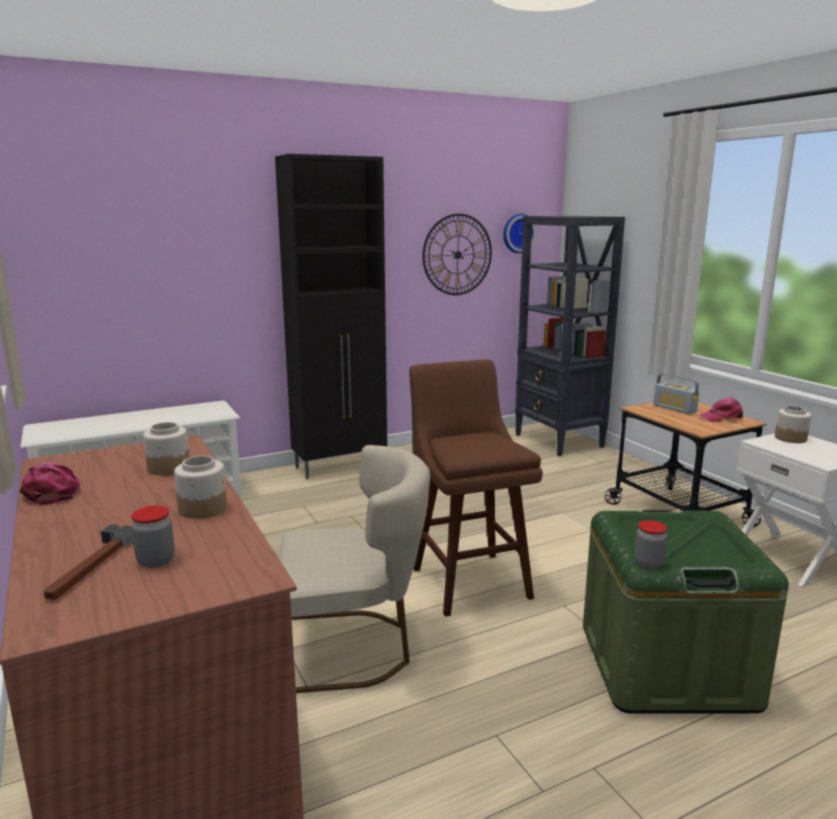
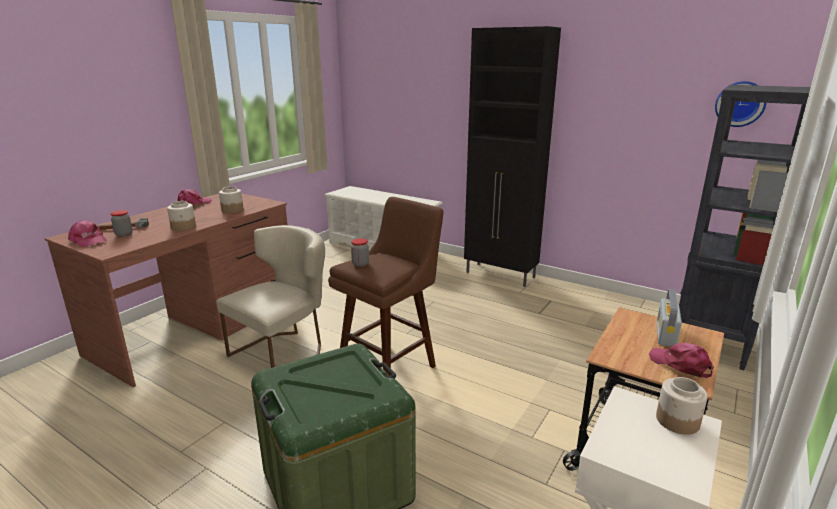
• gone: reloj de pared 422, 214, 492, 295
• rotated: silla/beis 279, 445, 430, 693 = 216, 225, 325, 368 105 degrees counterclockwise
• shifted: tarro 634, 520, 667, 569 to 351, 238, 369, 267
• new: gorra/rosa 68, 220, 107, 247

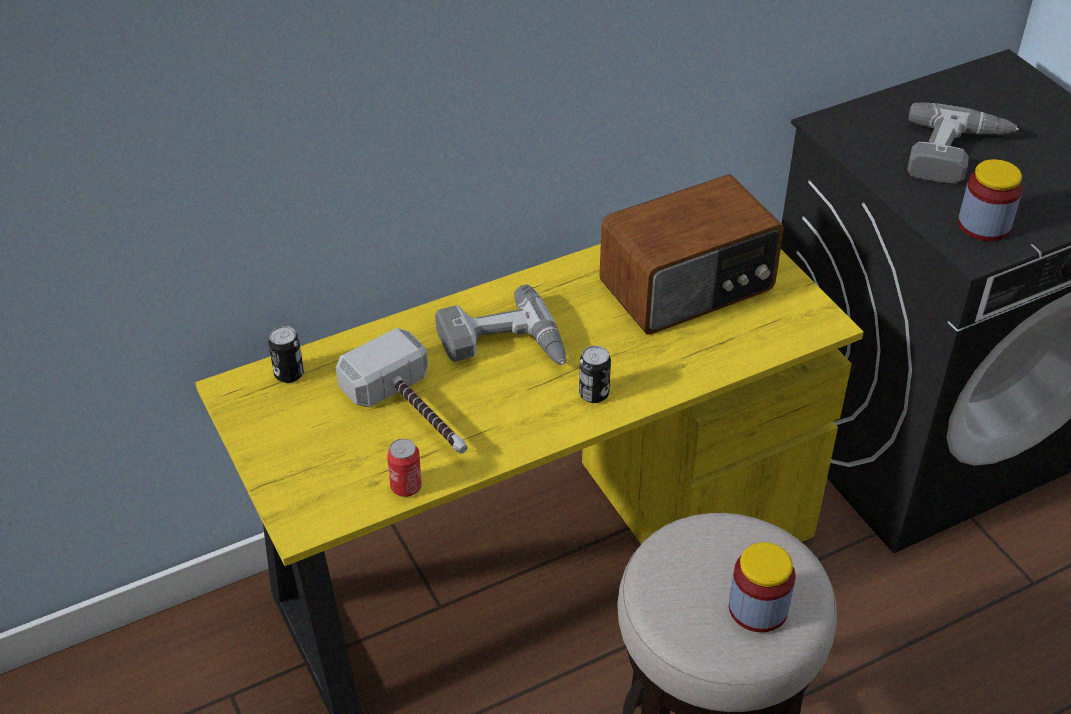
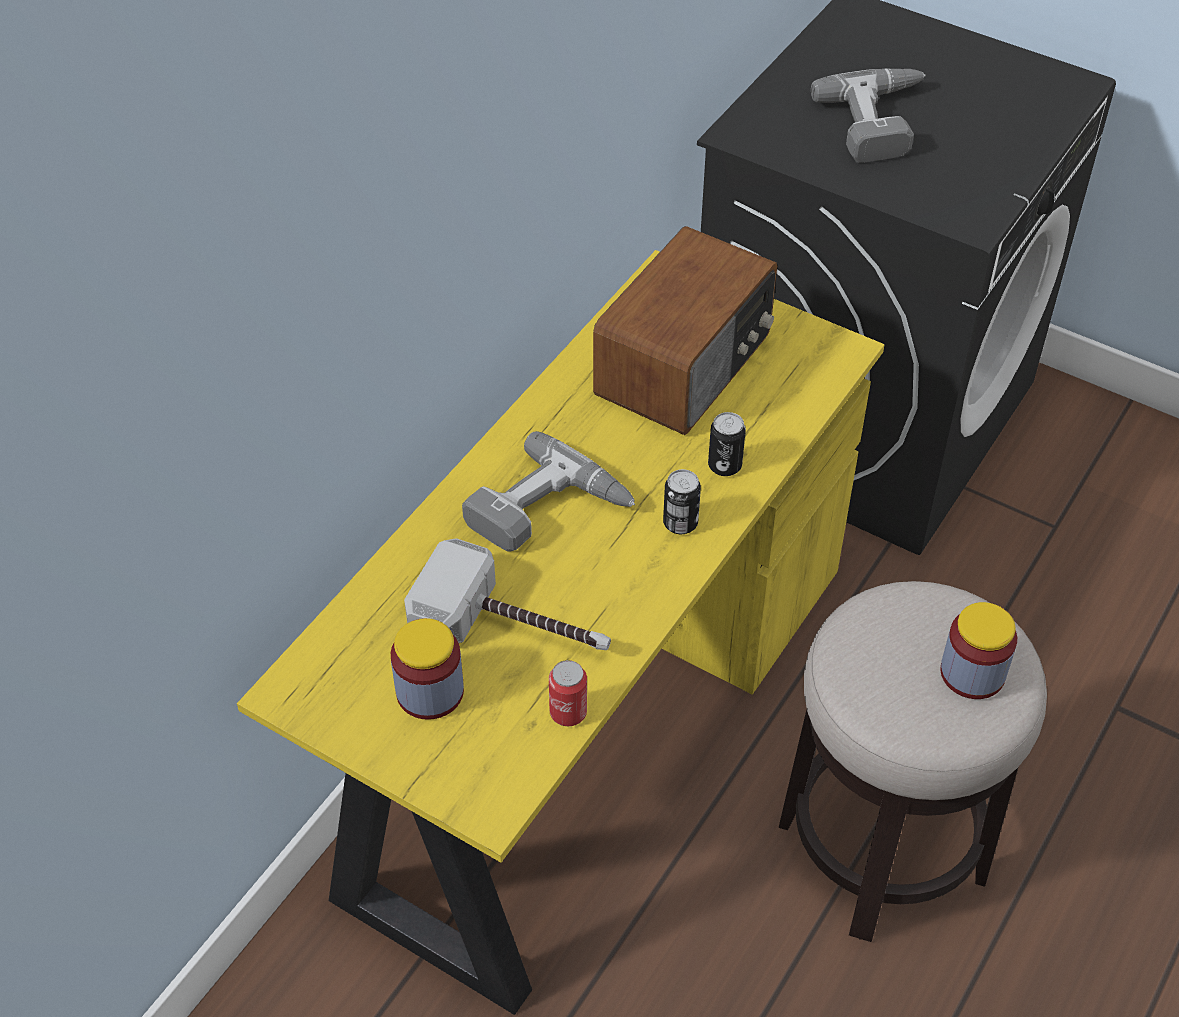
• shifted: tarro 958, 159, 1023, 241 to 391, 618, 464, 720
• shifted: lata 268, 326, 304, 383 to 708, 412, 746, 476

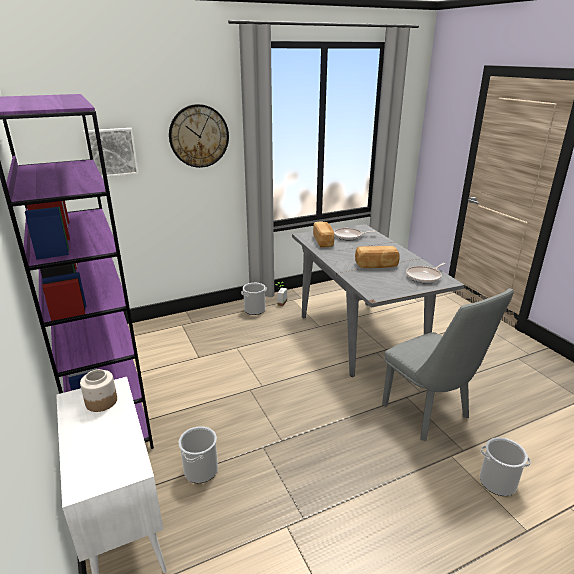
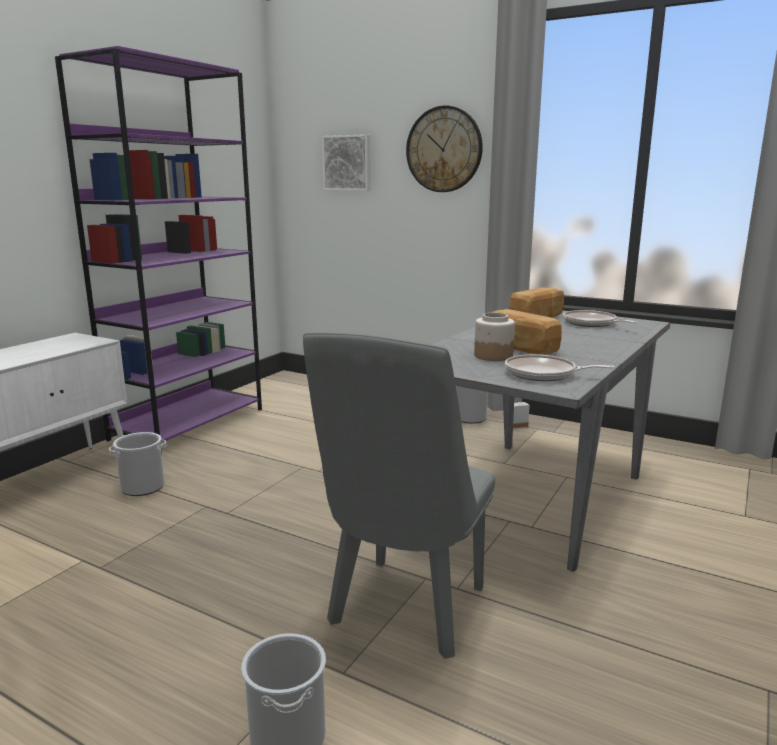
• shifted: tarro 80, 369, 117, 412 to 474, 313, 515, 361

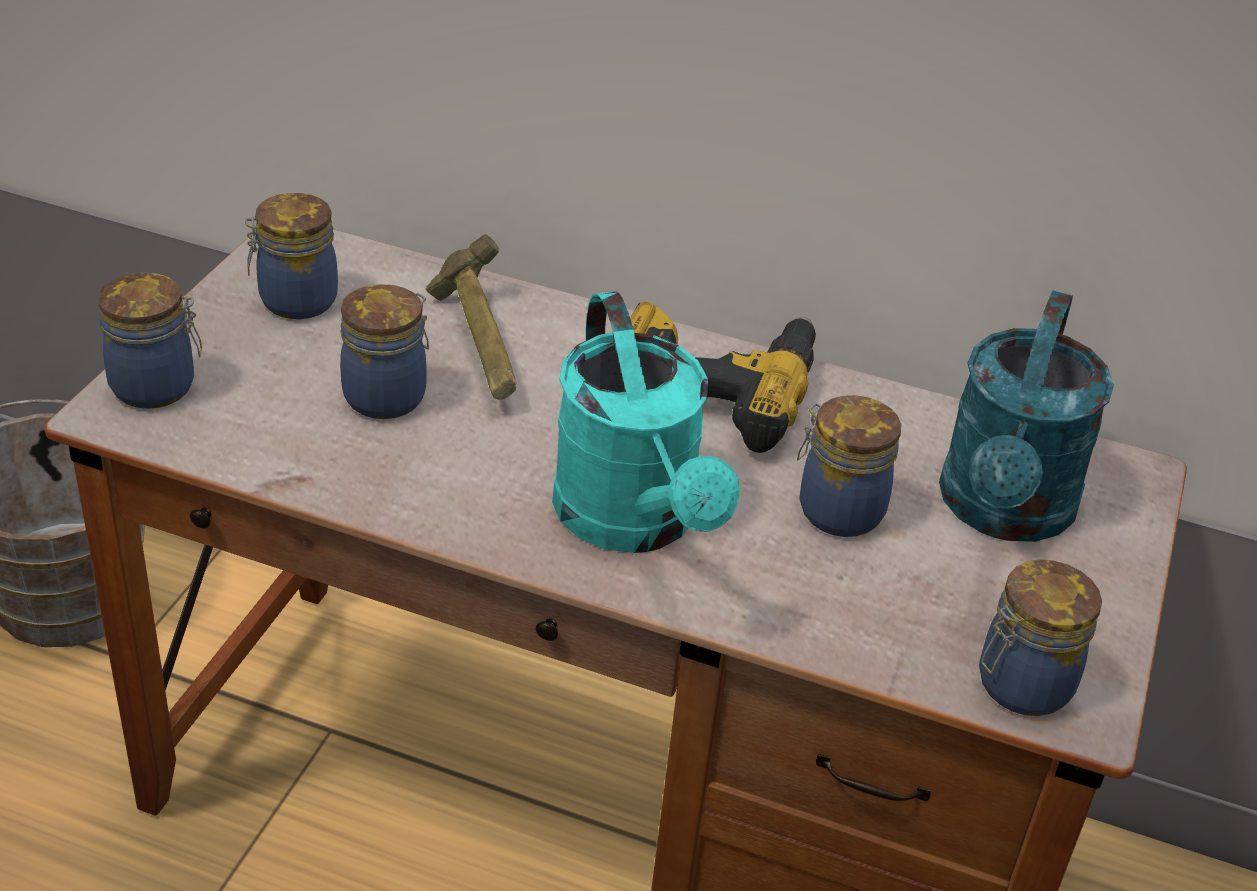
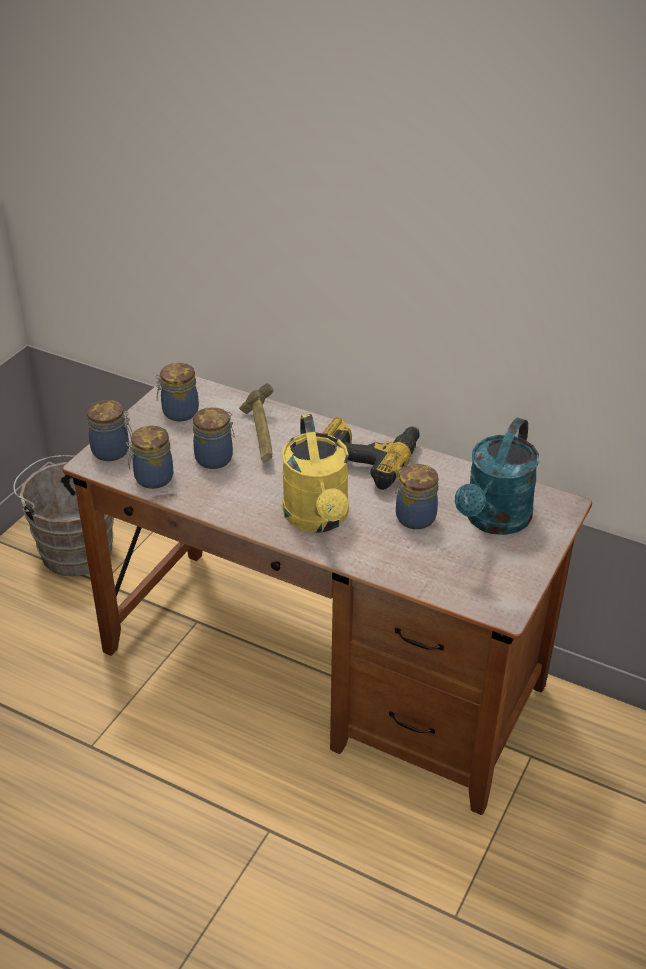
• repainted: regadera/turquesa 552, 291, 740, 553 to regadera/amarillo 282, 414, 349, 533
• shifted: tarro 979, 560, 1102, 716 to 126, 426, 174, 489

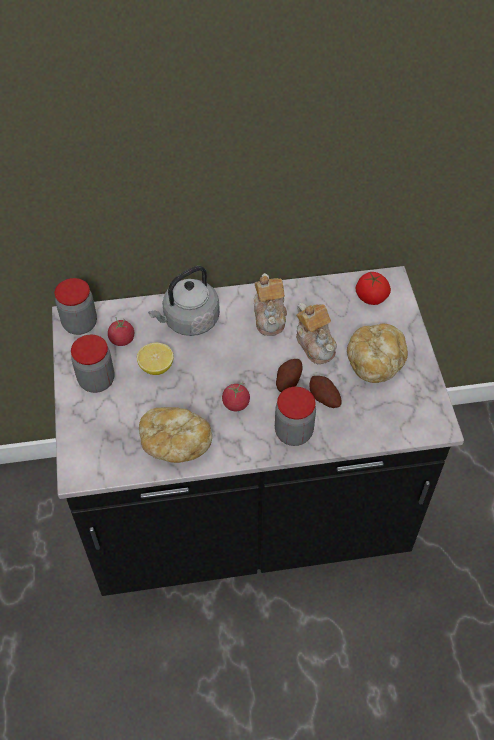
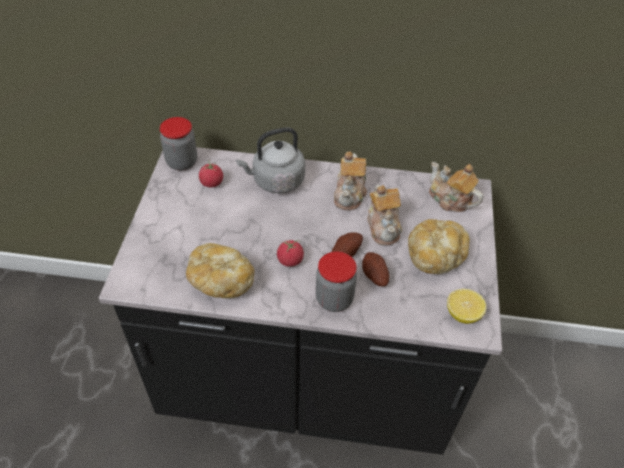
• swapped: tomate 356, 272, 391, 305 to tetera 429, 162, 483, 212
• gone: tarro 71, 335, 114, 393
• shifted: limón 137, 343, 173, 375 to 447, 289, 486, 324

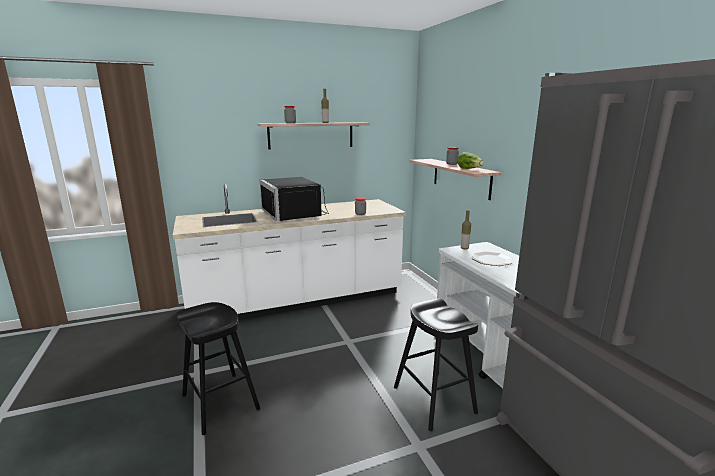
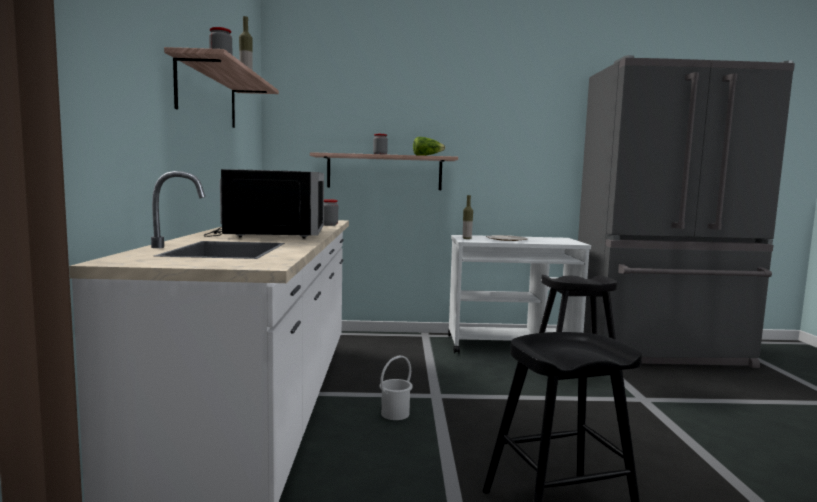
• rotated: microondas/negro 260, 177, 329, 221 = 204, 169, 324, 239 90 degrees counterclockwise
• new: cubo/blanco 380, 355, 413, 420

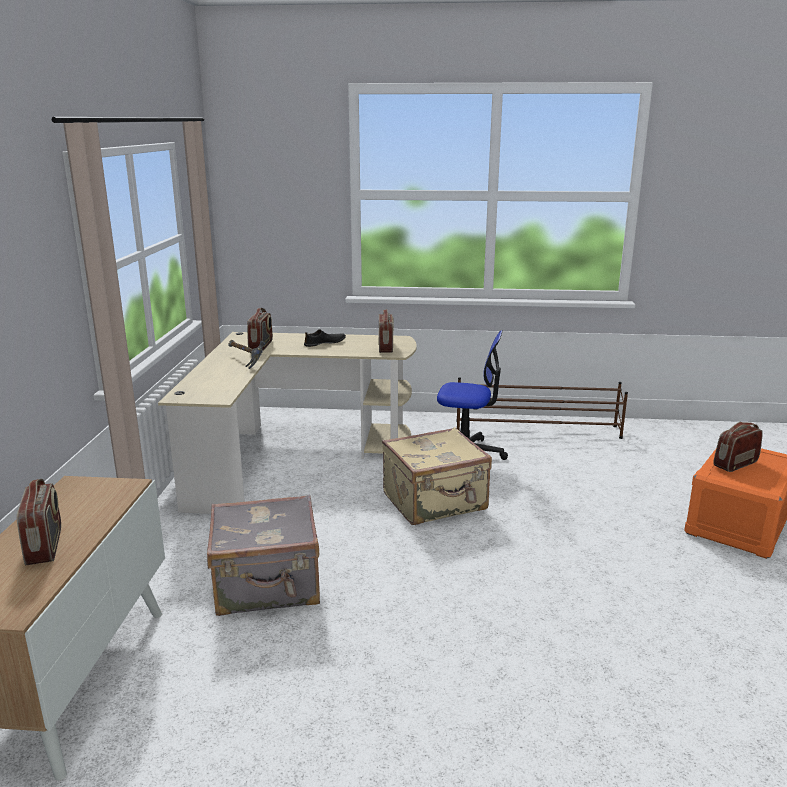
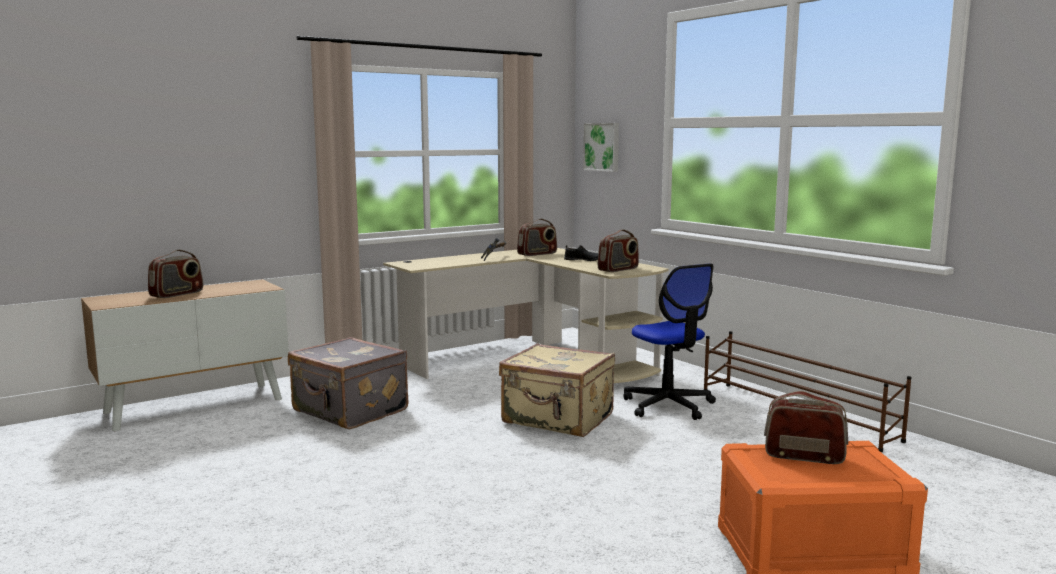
• new: cuadro 583, 123, 619, 172

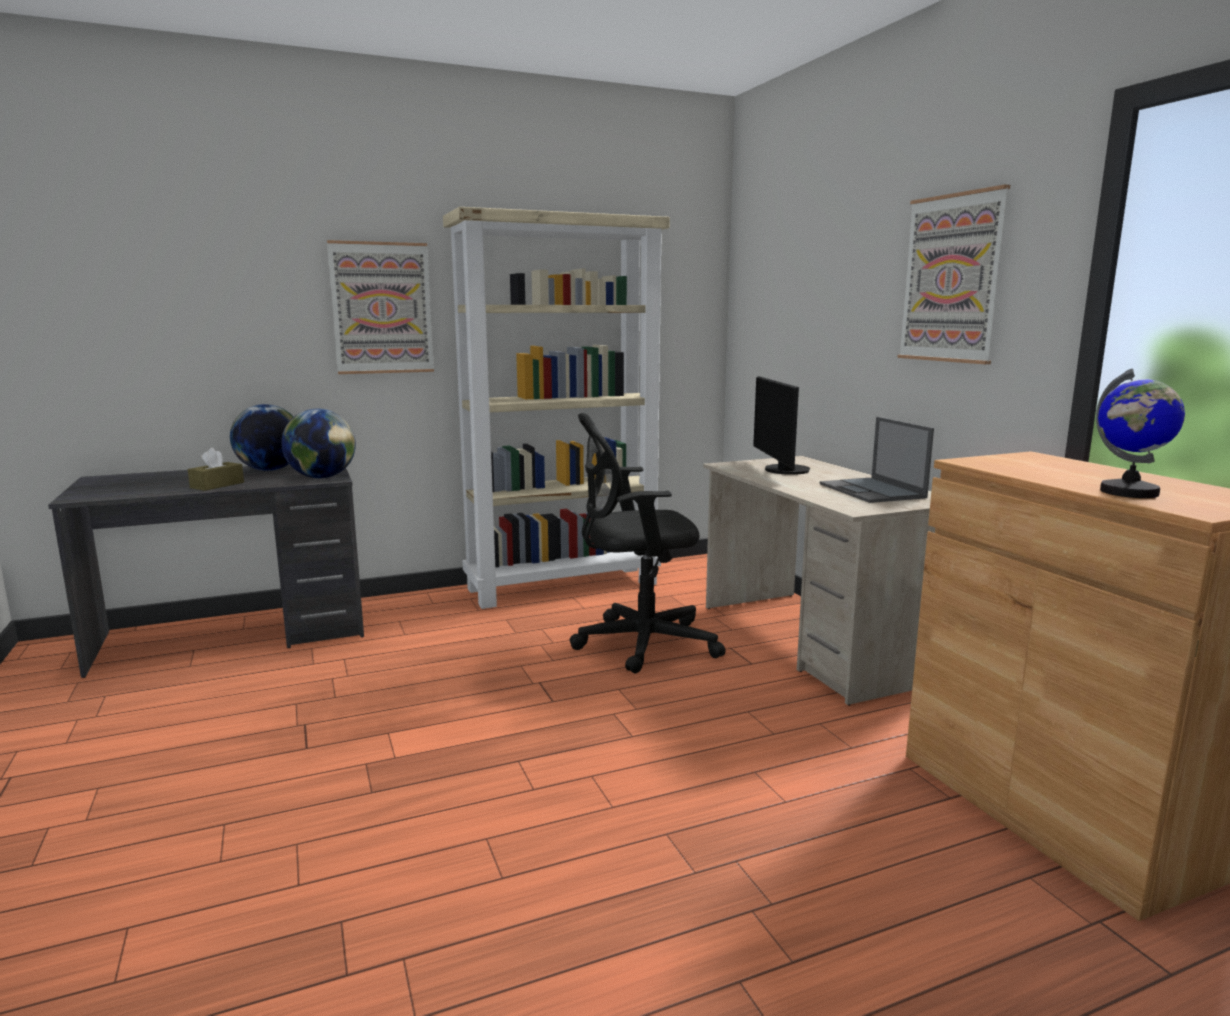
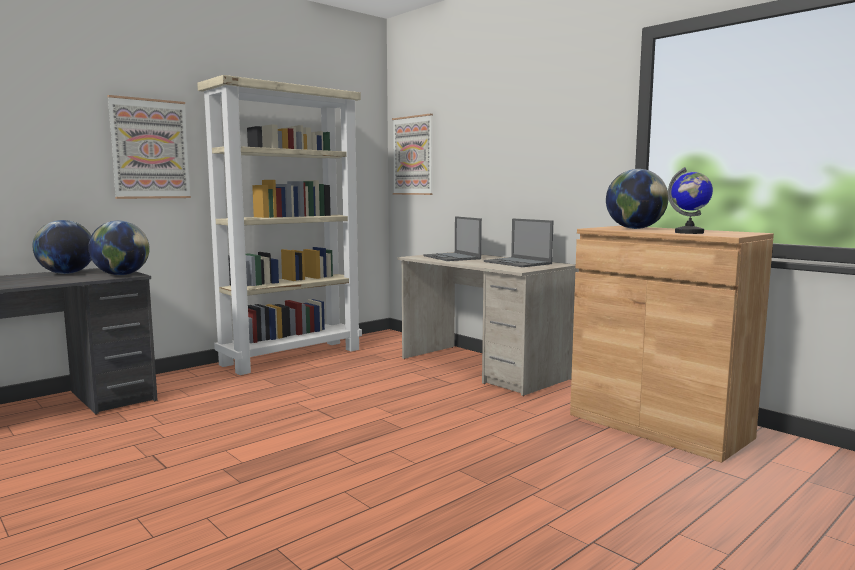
• shifted: cuadro 897, 184, 1010, 364 to 392, 114, 433, 195
• swapped: monitor 753, 376, 810, 475 to portátil 423, 216, 482, 261
• gone: silla de oficina/negro 569, 413, 725, 674
• gone: caja de pañuelos/marrón 188, 448, 244, 491
• new: globo terráqueo 606, 169, 669, 229

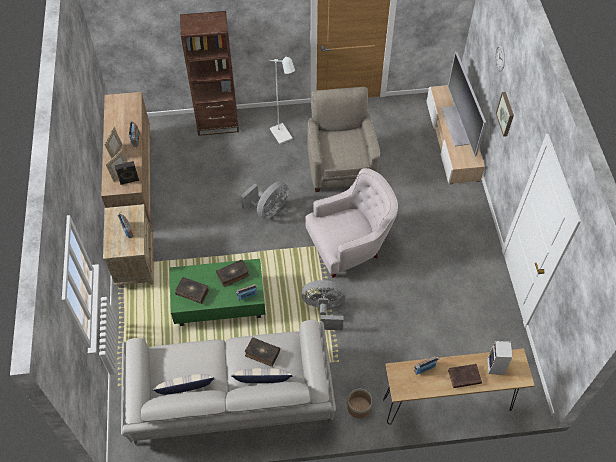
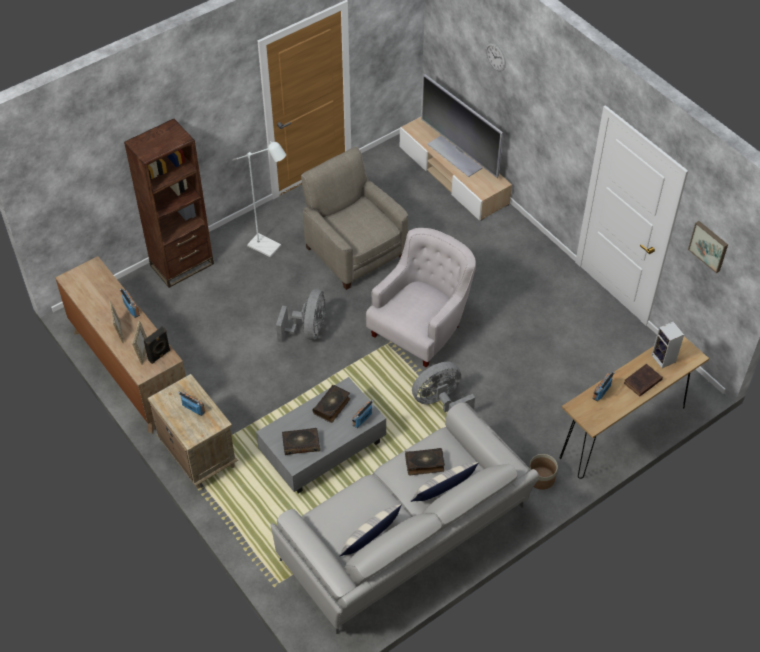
• shifted: cuadro 496, 92, 514, 137 to 688, 221, 728, 273
• repainted: mesa de centro/verde 170, 259, 266, 326 to mesa de centro/gris 256, 377, 386, 493

